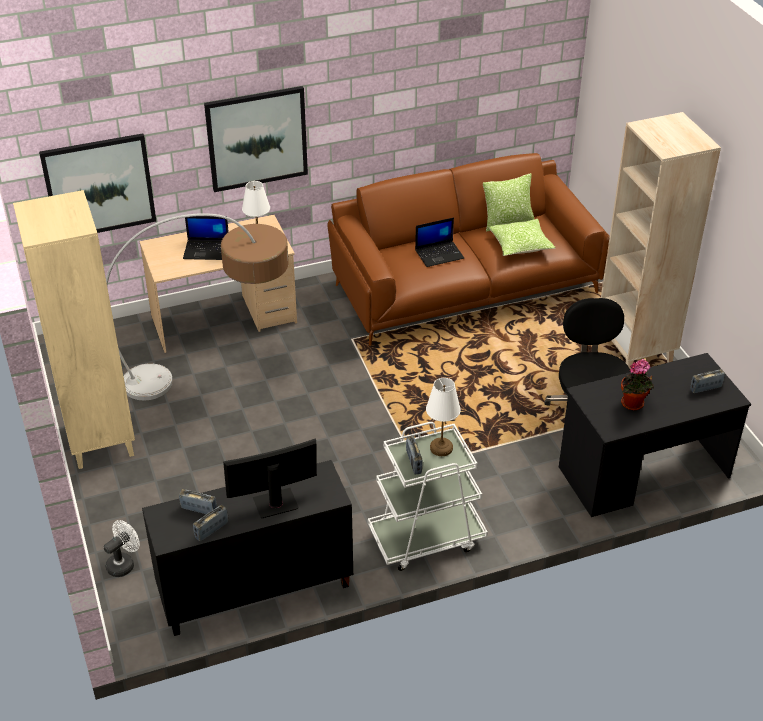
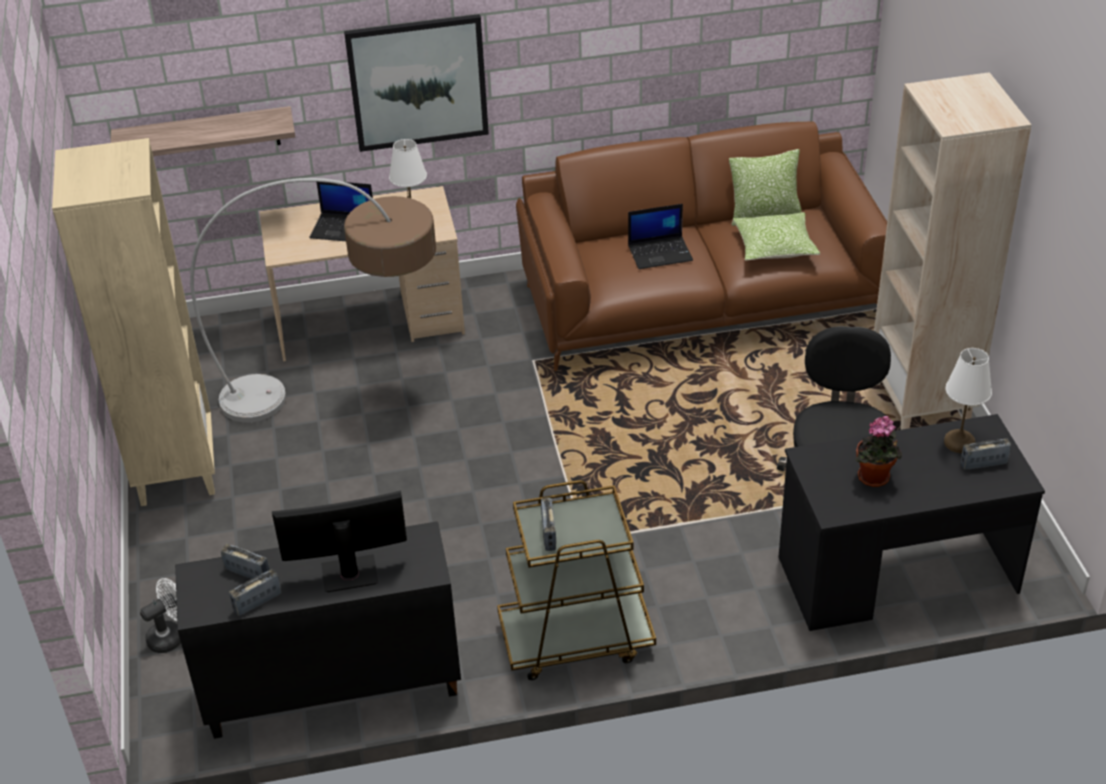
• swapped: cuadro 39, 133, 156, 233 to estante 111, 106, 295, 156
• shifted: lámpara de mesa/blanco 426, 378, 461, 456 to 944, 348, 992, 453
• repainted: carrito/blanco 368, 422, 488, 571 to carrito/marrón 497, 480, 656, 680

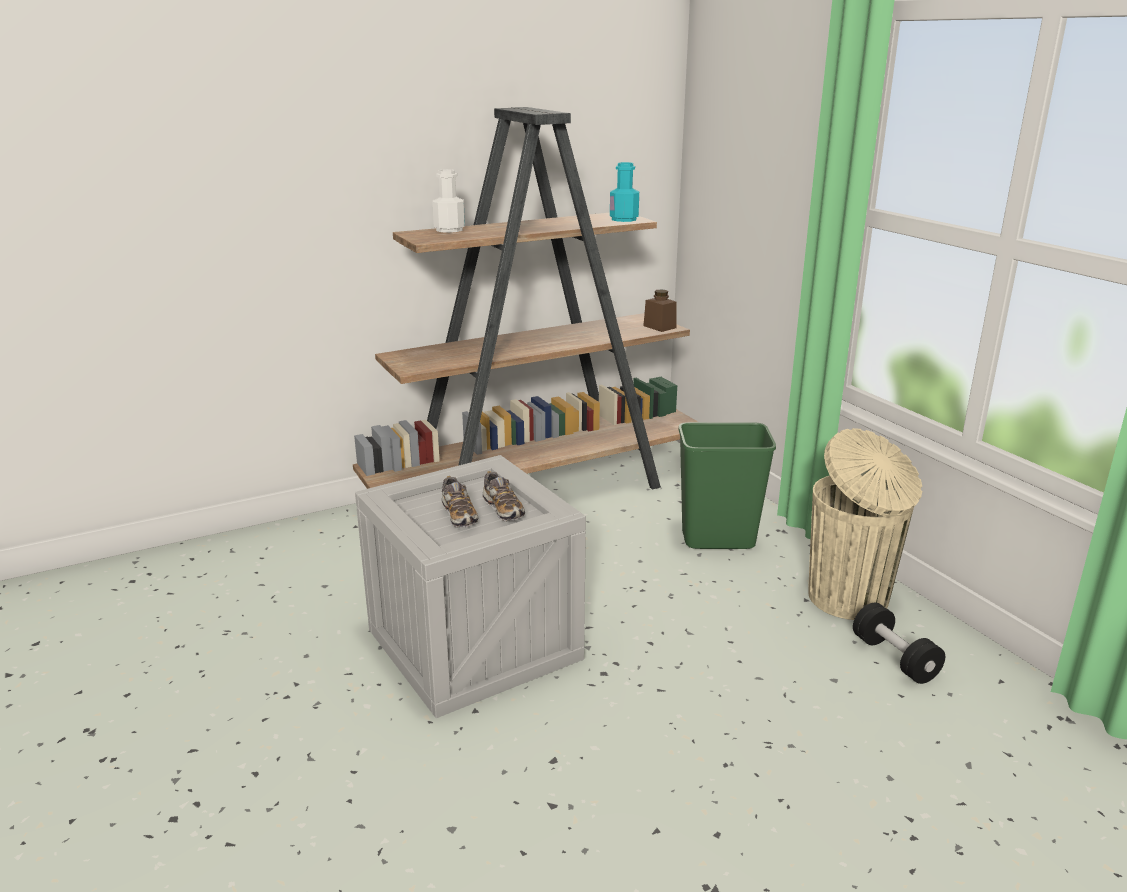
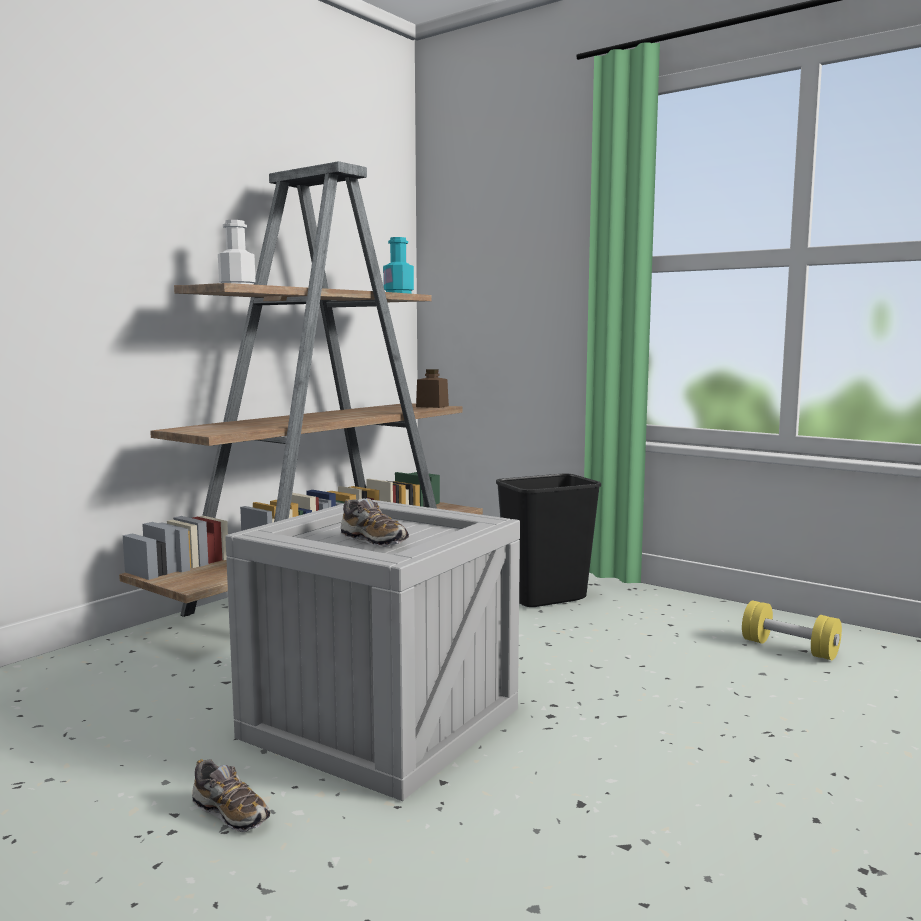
• repainted: papelera/verde 678, 422, 776, 549 to papelera/negro 496, 474, 601, 607
• gone: papelera/beis 808, 428, 922, 620
• shifted: zapato 483, 471, 525, 522 to 192, 759, 270, 832
• repainted: mancuerna/negro 853, 602, 945, 684 to mancuerna/amarillo 742, 600, 842, 660

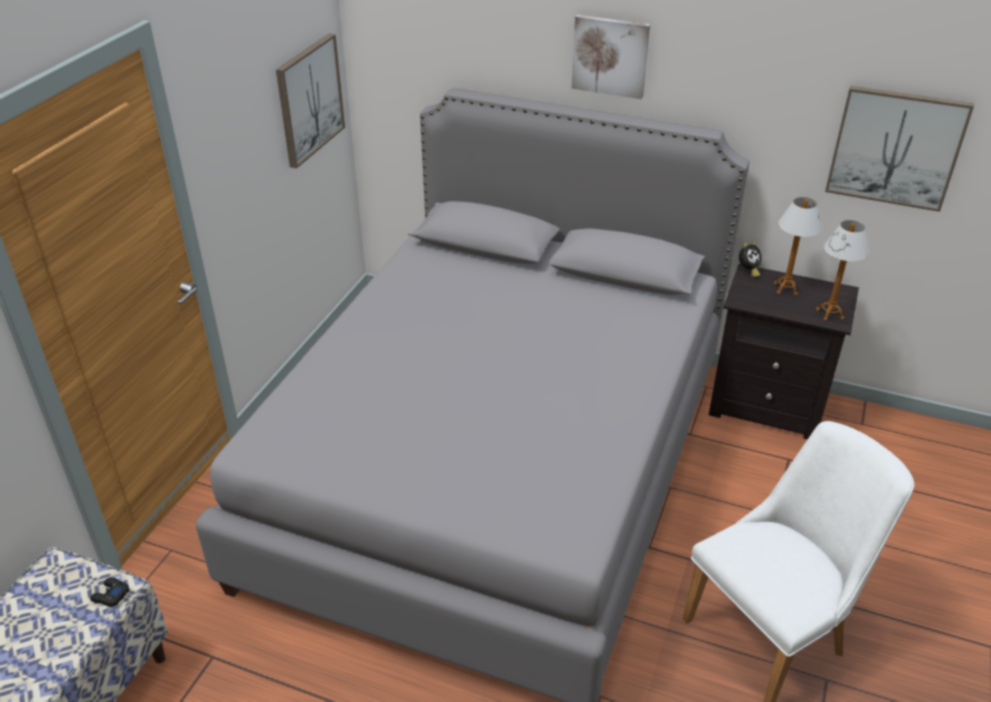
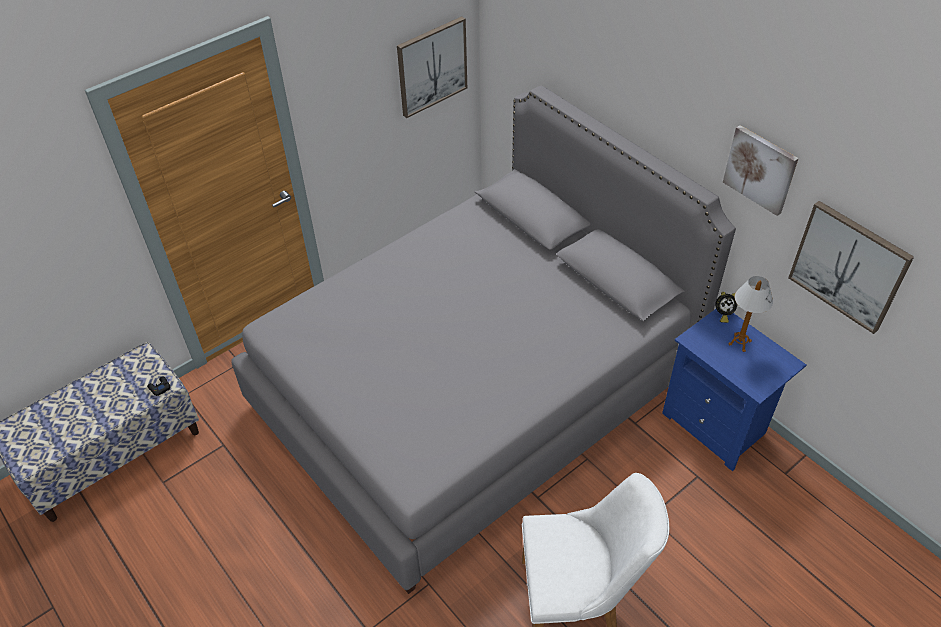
• shifted: cuadro 572, 15, 650, 99 to 723, 125, 799, 216
• gone: lámpara de mesa 816, 220, 870, 321
• repainted: mesita de noche/negro 709, 264, 859, 440 to mesita de noche/azul 662, 309, 806, 472

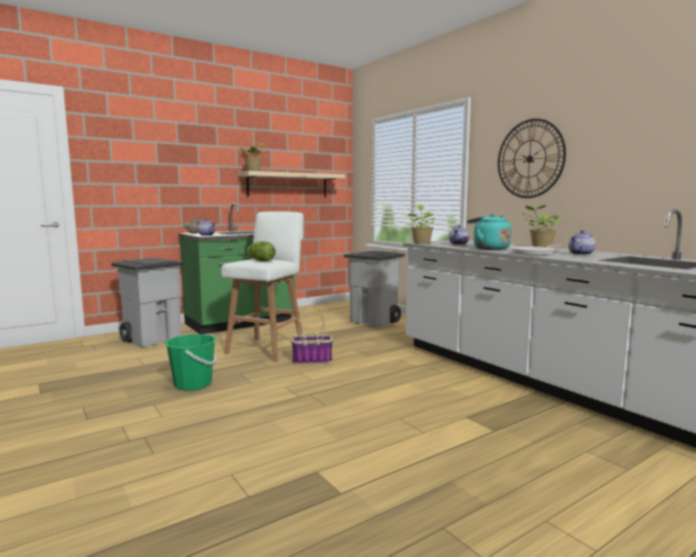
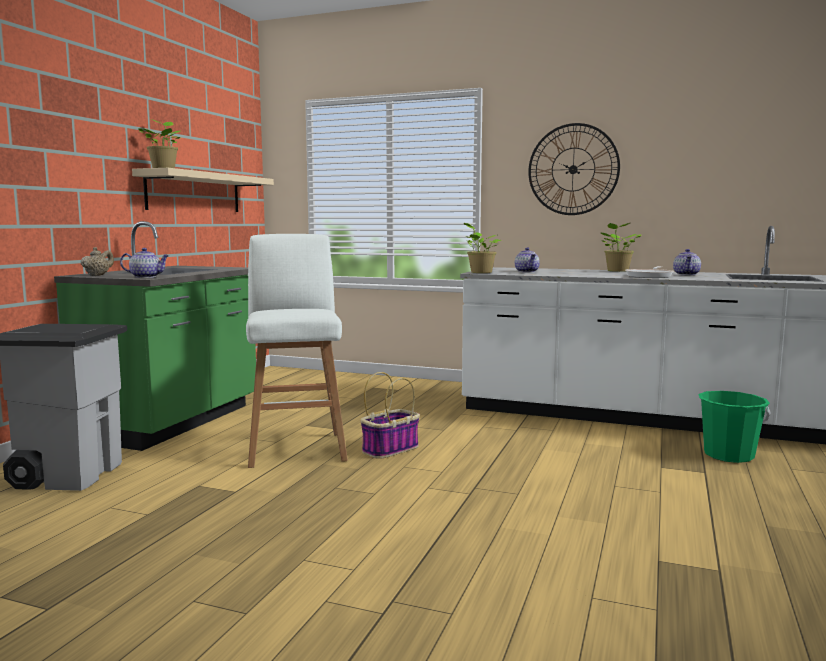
• gone: hervidor/turquesa 467, 214, 511, 250
• gone: lechuga 247, 241, 276, 261
• gone: papelera/gris 344, 250, 405, 328
• shifted: cubo/verde 164, 334, 217, 391 to 698, 391, 771, 463

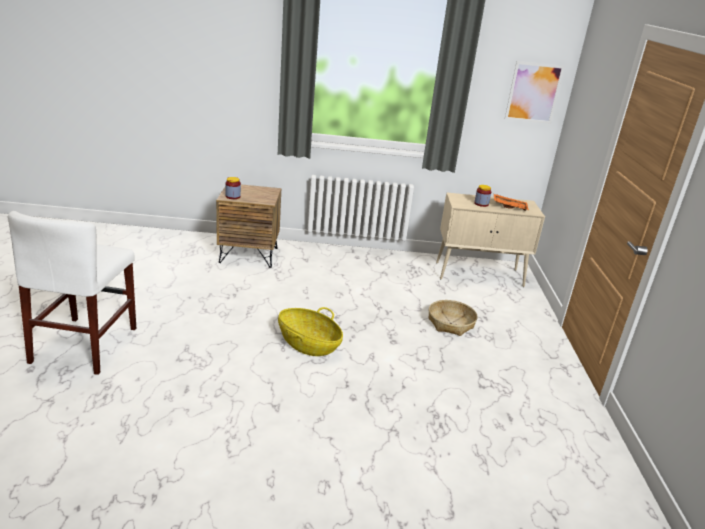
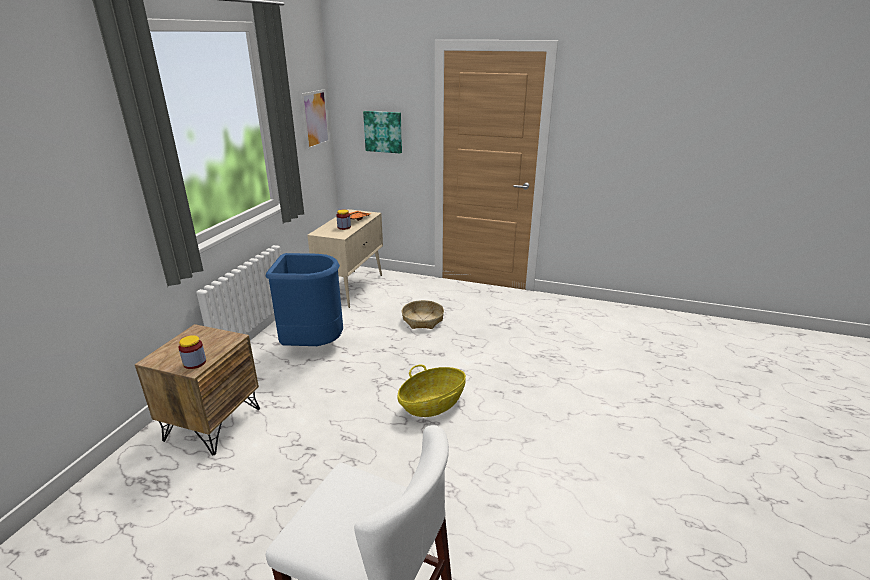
• new: cuadro 363, 111, 402, 153
• new: papelera/azul 266, 253, 343, 346

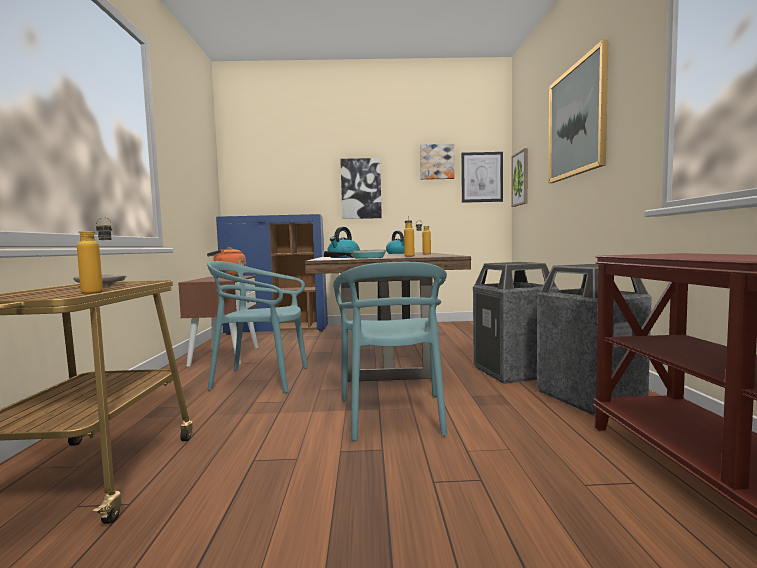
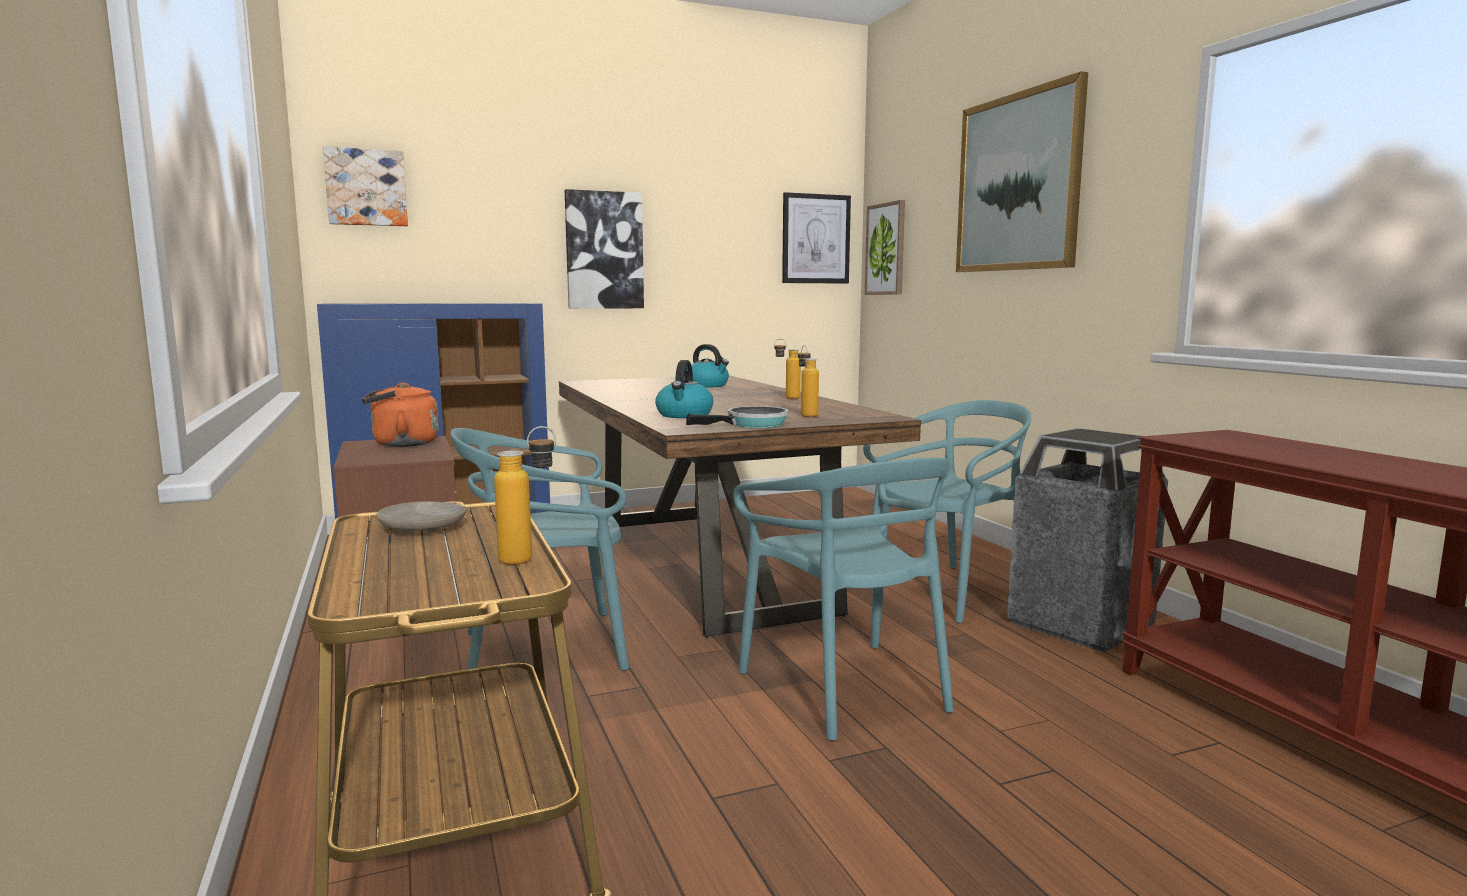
• shifted: cuadro 420, 144, 455, 180 to 323, 146, 408, 226
• swapped: papelera 473, 262, 559, 384 to silla/turquesa 863, 400, 1031, 623

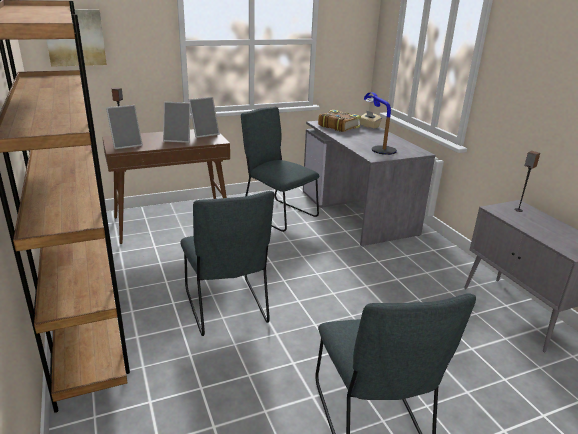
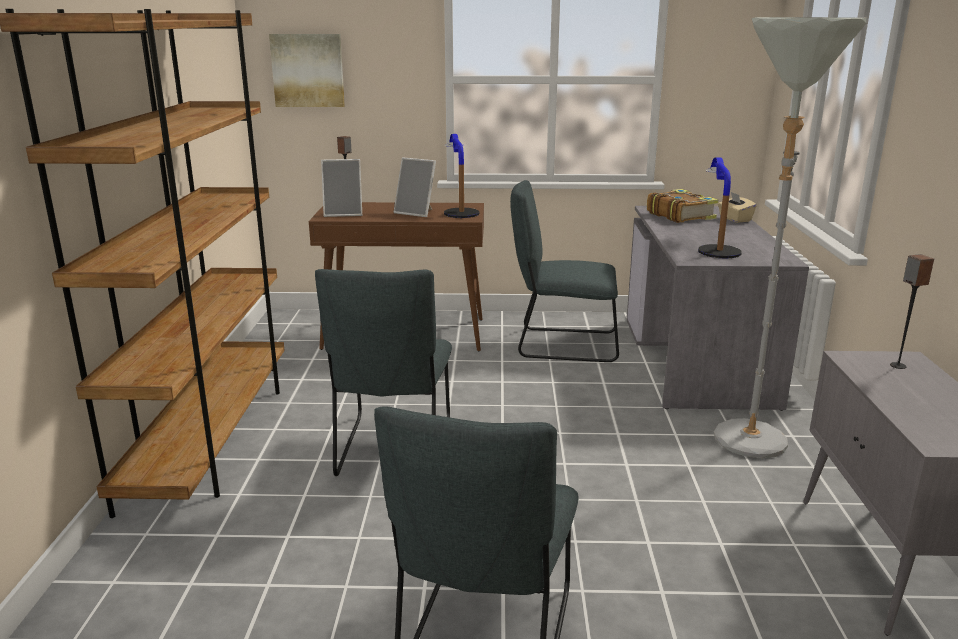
• swapped: portarretratos 189, 97, 220, 138 to lámpara de mesa 444, 134, 479, 218
• rotated: silla/gris 241, 107, 319, 232 = 510, 180, 619, 362 60 degrees counterclockwise
• new: lámpara de pie/gris 714, 17, 867, 458

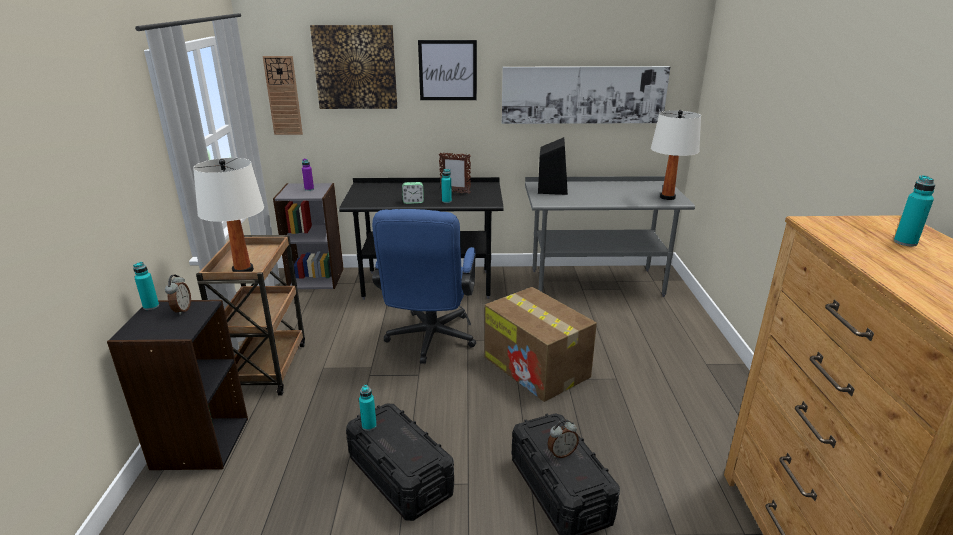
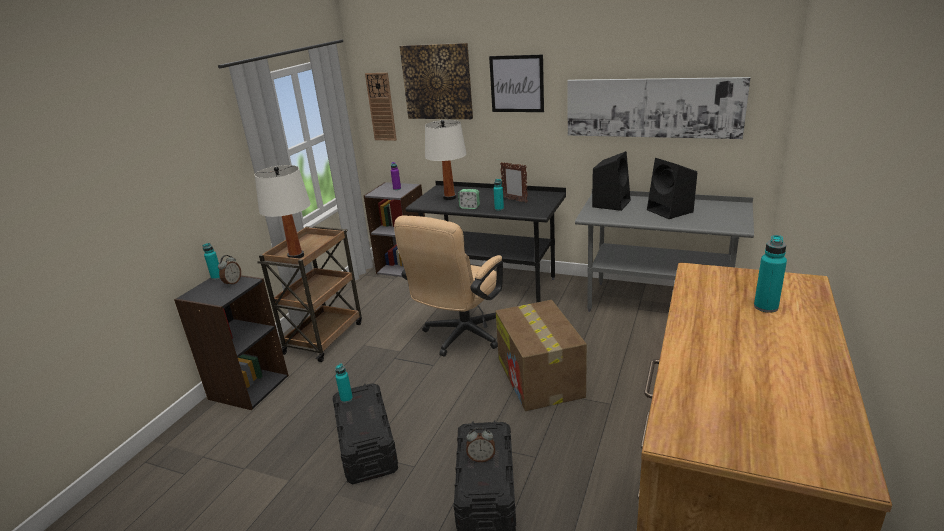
• shifted: lámpara de mesa/blanco 651, 110, 701, 200 to 425, 120, 467, 200
• repainted: silla de oficina/azul 372, 209, 476, 364 to silla de oficina/beis 394, 215, 503, 356
• new: altavoz/negro 647, 158, 697, 219

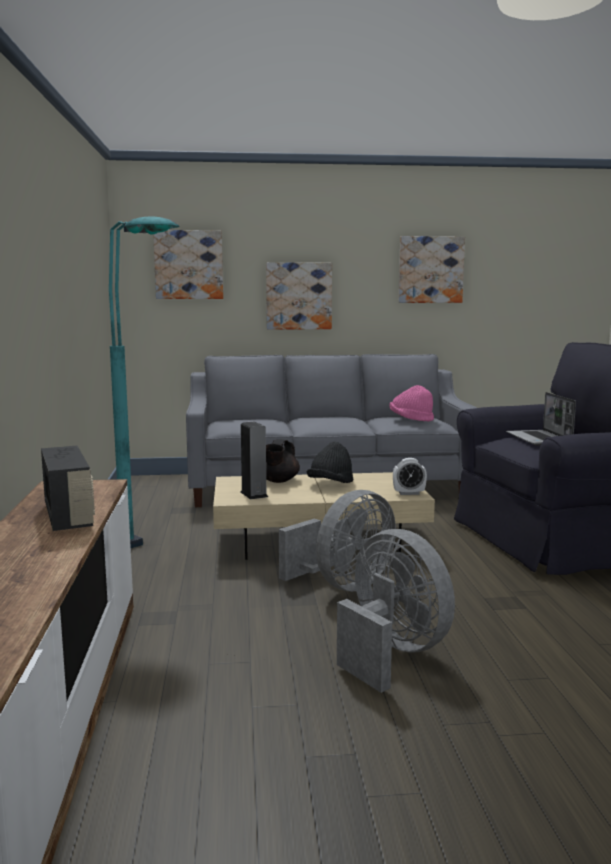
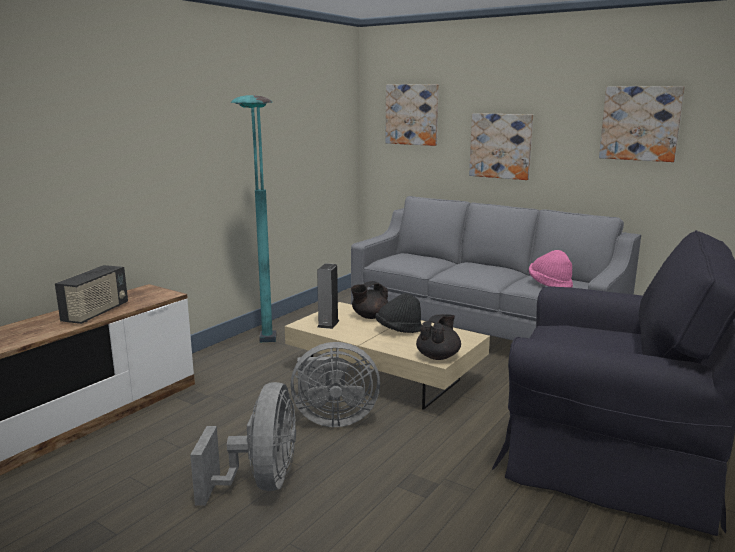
• gone: portátil 506, 392, 576, 445
• swapped: despertador 393, 458, 427, 495 to tetera/negro 416, 314, 461, 360

